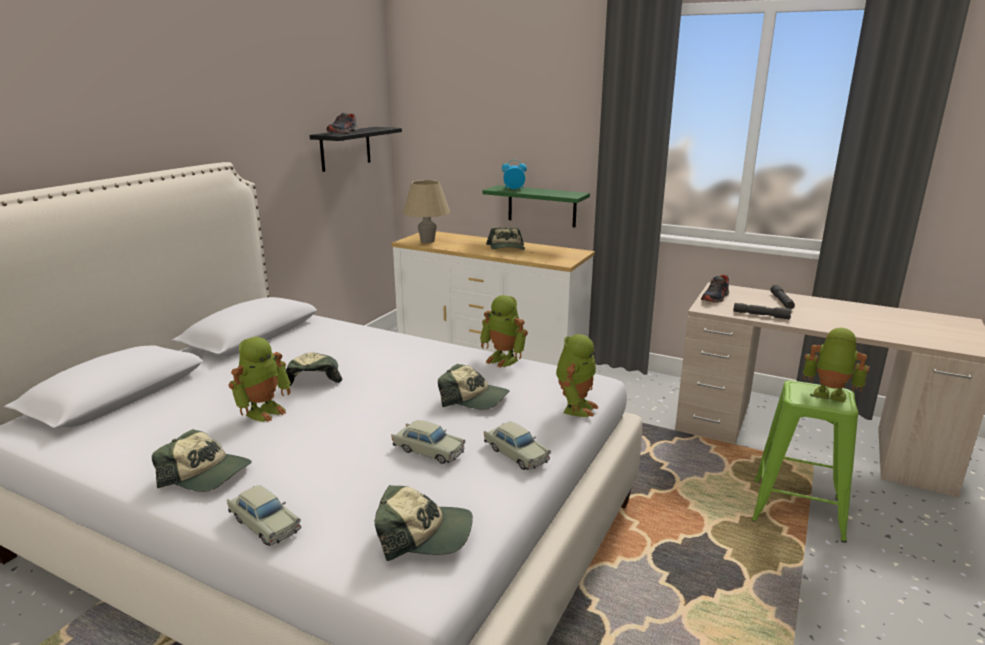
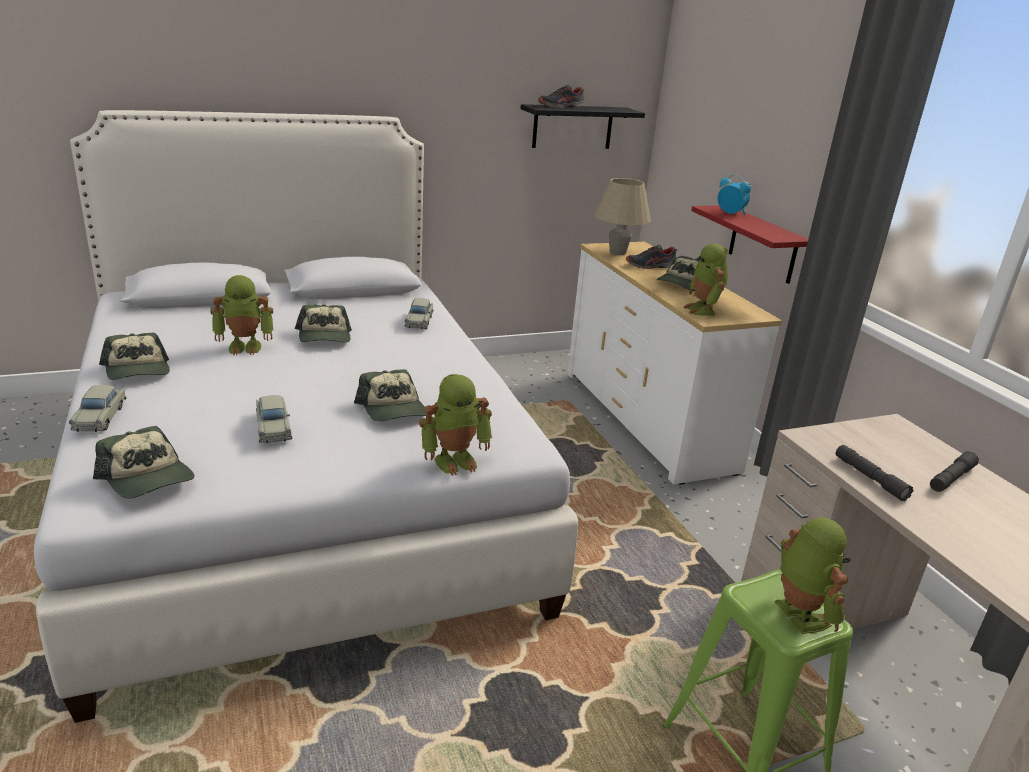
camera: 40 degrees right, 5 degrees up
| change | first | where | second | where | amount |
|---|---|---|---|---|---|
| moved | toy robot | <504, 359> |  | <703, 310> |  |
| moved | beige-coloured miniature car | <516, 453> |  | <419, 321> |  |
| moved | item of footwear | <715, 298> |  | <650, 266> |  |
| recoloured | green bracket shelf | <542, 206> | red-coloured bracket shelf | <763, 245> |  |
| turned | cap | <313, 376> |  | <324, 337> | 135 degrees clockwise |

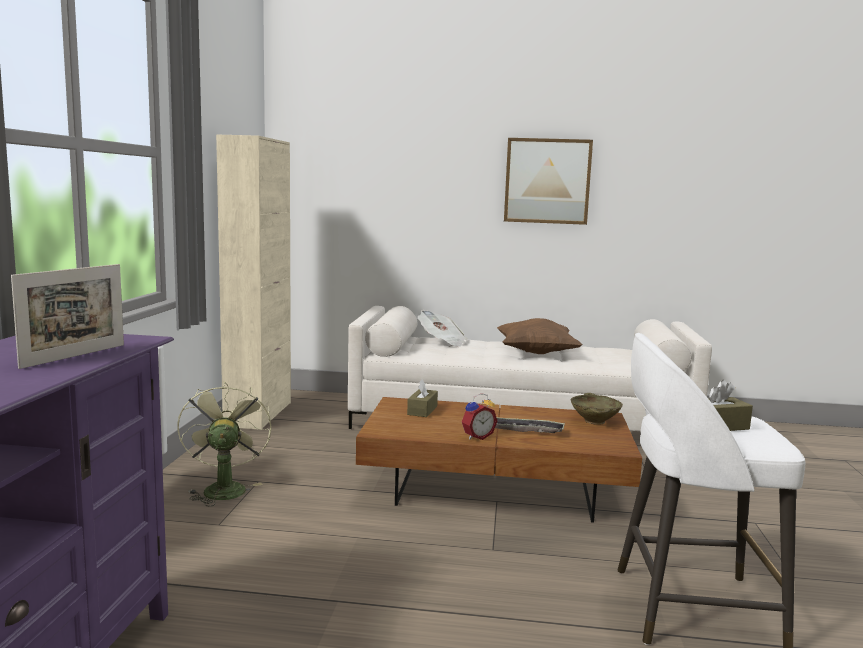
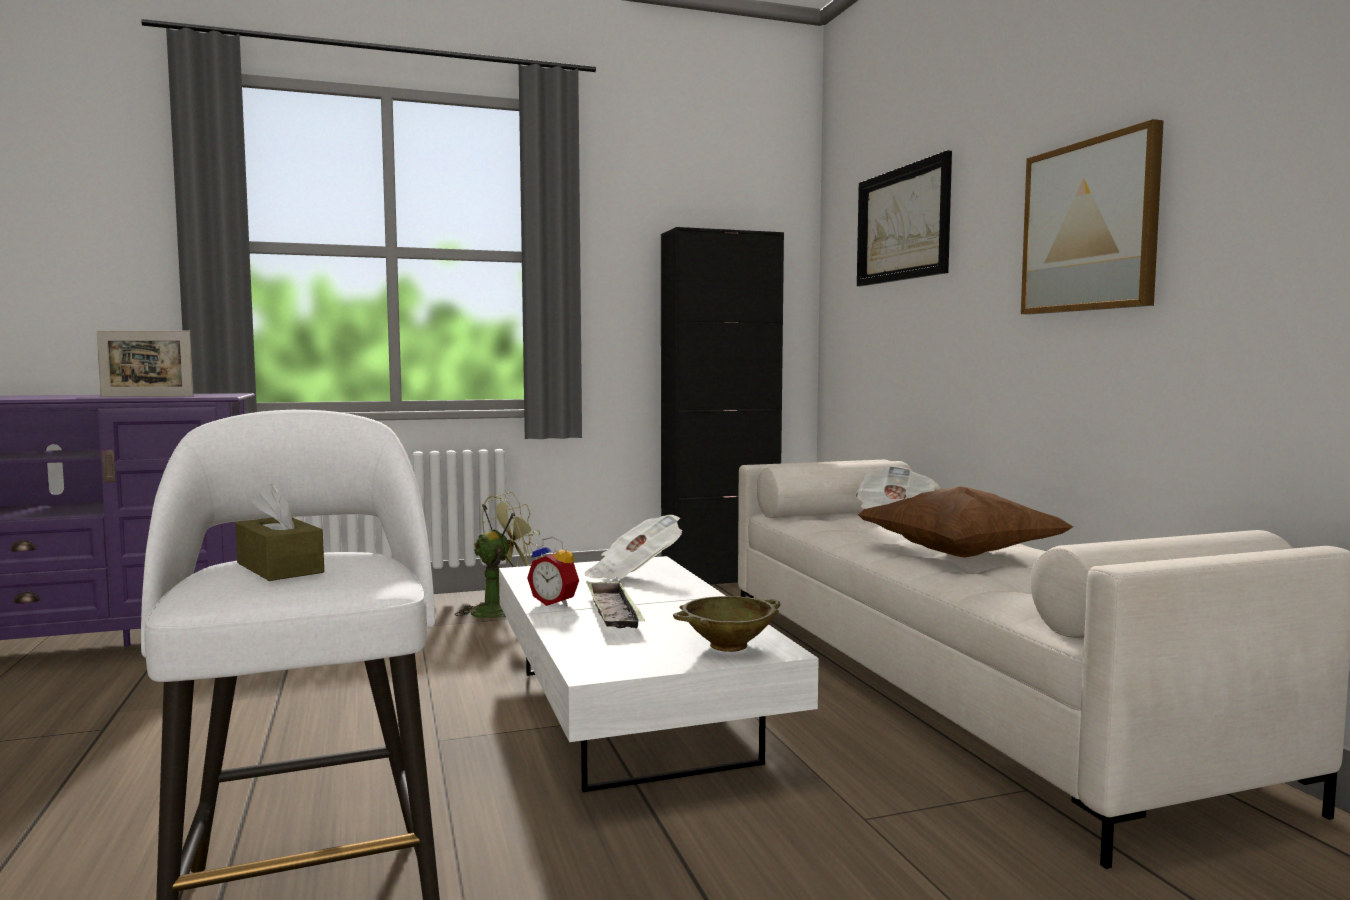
camera: 65 degrees right, 5 degrees down
| change | first | where | second | where | amount |
|---|---|---|---|---|---|
| added |  |  | wall art | <903, 224> |  |
| replaced | brown box of tissues | <422, 410> | printed paper | <633, 573> |  |
| recoloured | beige-coloured storage cabinet | <259, 414> | black-coloured storage cabinet | <720, 579> |  |
| recoloured | brown low table | <495, 491> | whitish low table | <632, 714> |  |

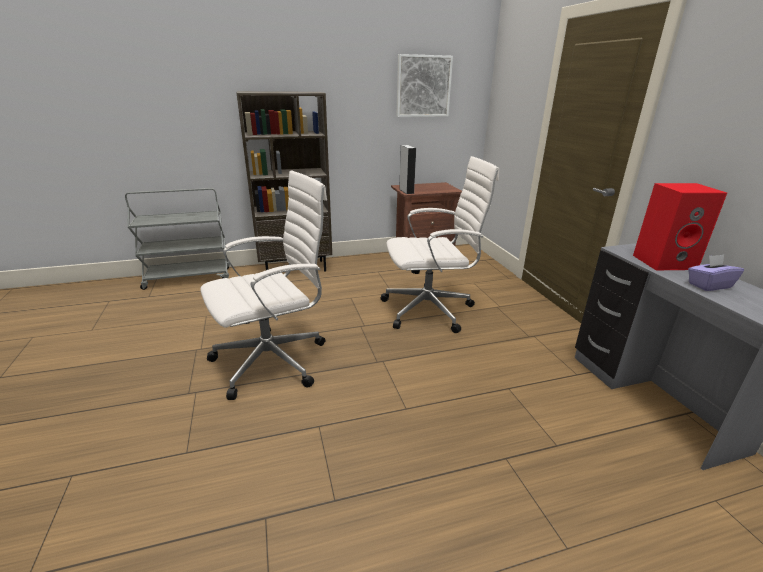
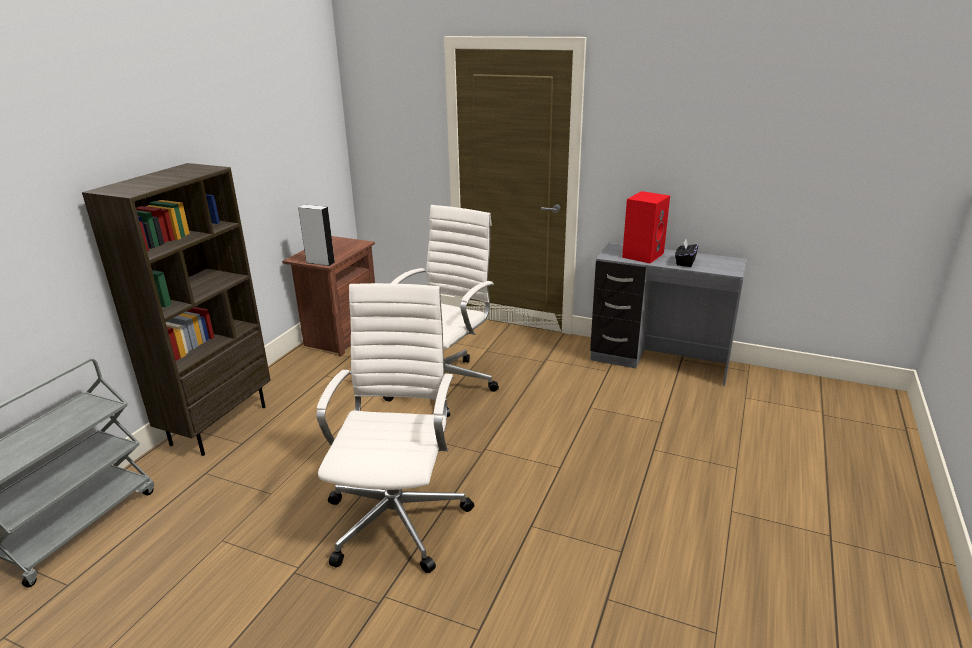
camera: 50 degrees left, 0 degrees up
| change | first | where | second | where | amount |
|---|---|---|---|---|---|
| removed | wall art | <423, 86> |  |  |  |
| recoloured | purplish box of tissues | <708, 285> | black-coloured box of tissues | <685, 262> |  |

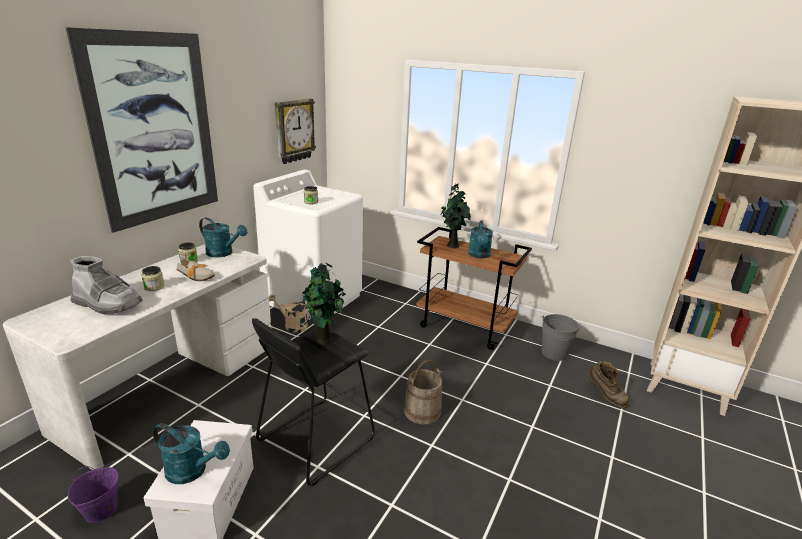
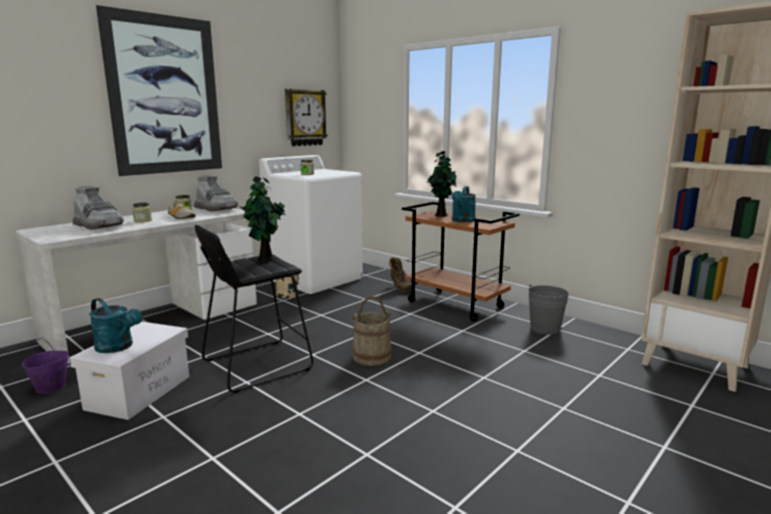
camera: 15 degrees right, 10 degrees down
| change | first | where | second | where | amount |
|---|---|---|---|---|---|
| moved | brown boot | <605, 396> |  | <399, 288> |  |
| replaced | turquoise watering pot | <223, 253> | grey boot | <216, 209> |  |

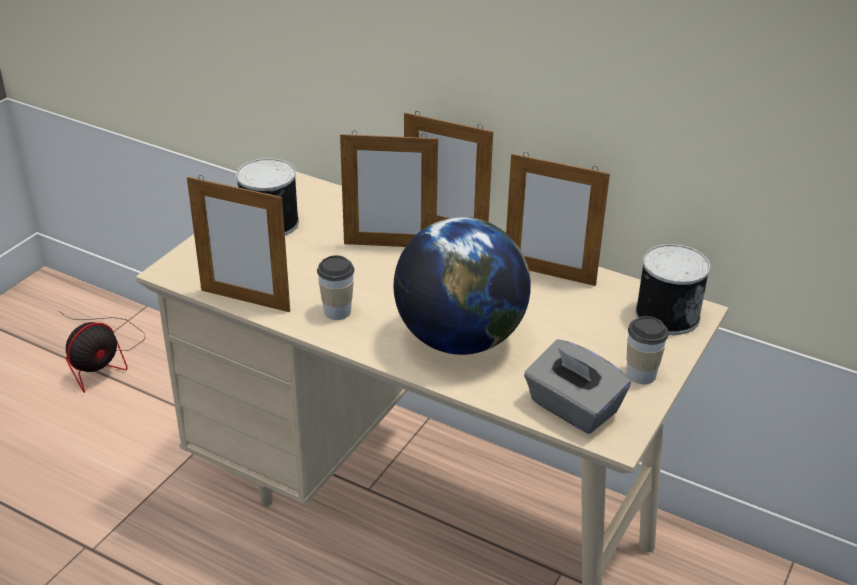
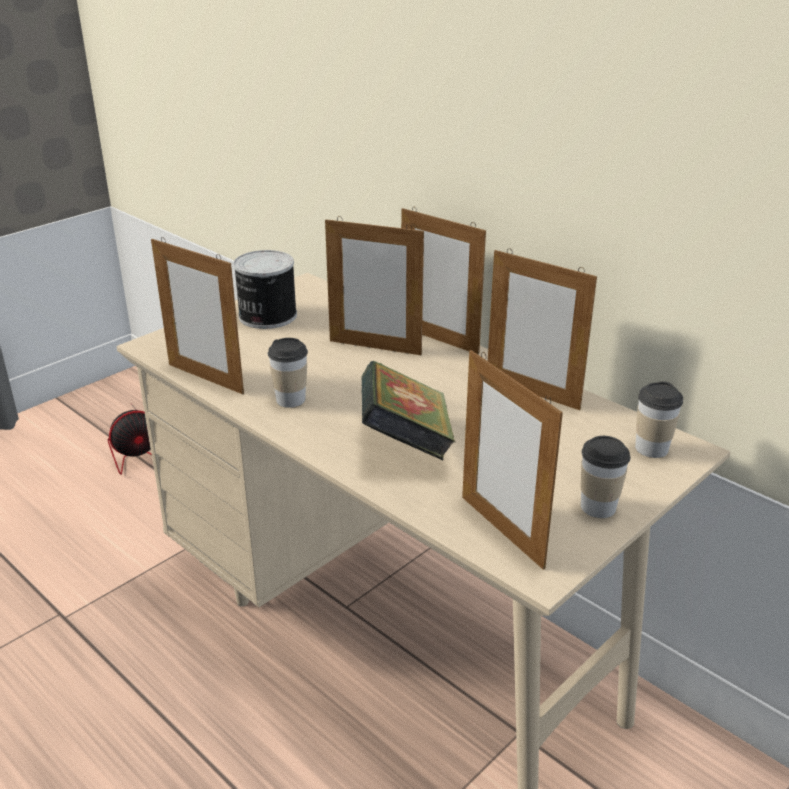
camera: 15 degrees right, 5 degrees down
| change | first | where | second | where | amount |
|---|---|---|---|---|---|
| replaced | desk globe | <460, 339> | bound book | <405, 443> |  |
| replaced | grey box of tissues | <572, 408> | picture frame | <501, 531> |  |
| replaced | metal can | <666, 314> | small cup | <651, 448> |  |

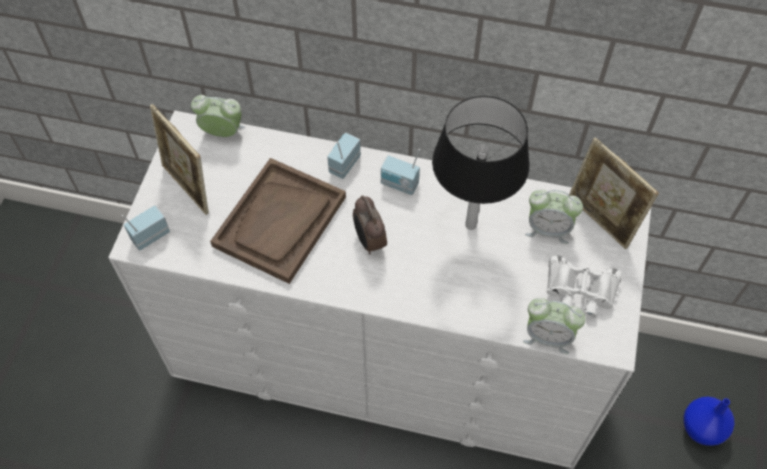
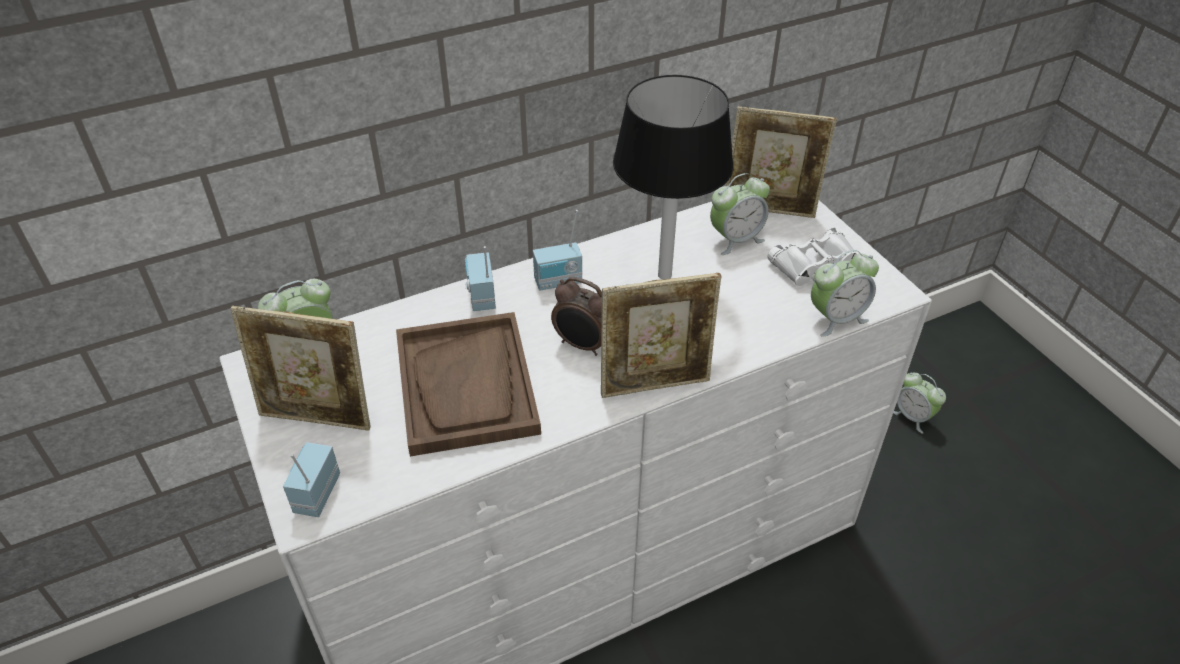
camera: 40 degrees left, 15 degrees down
| change | first | where | second | where | amount |
|---|---|---|---|---|---|
| added |  |  | picture frame | <655, 384> |  |
| replaced | bluish decorative vase | <702, 429> | alarm clock | <913, 417> |  |

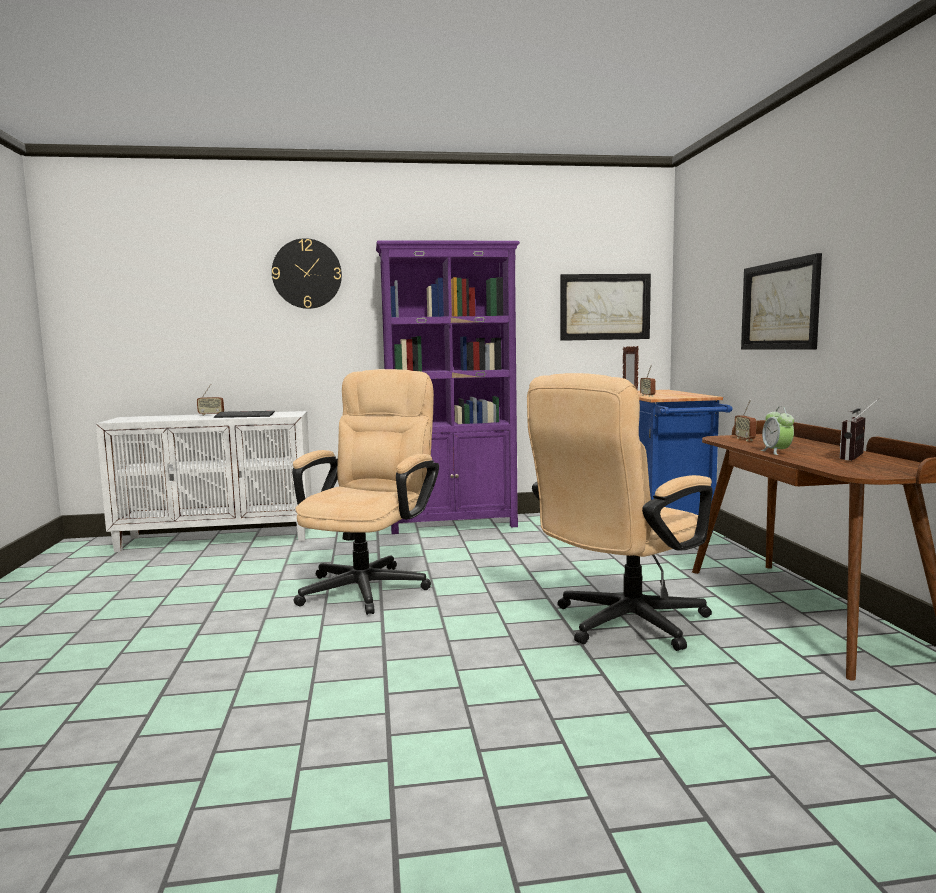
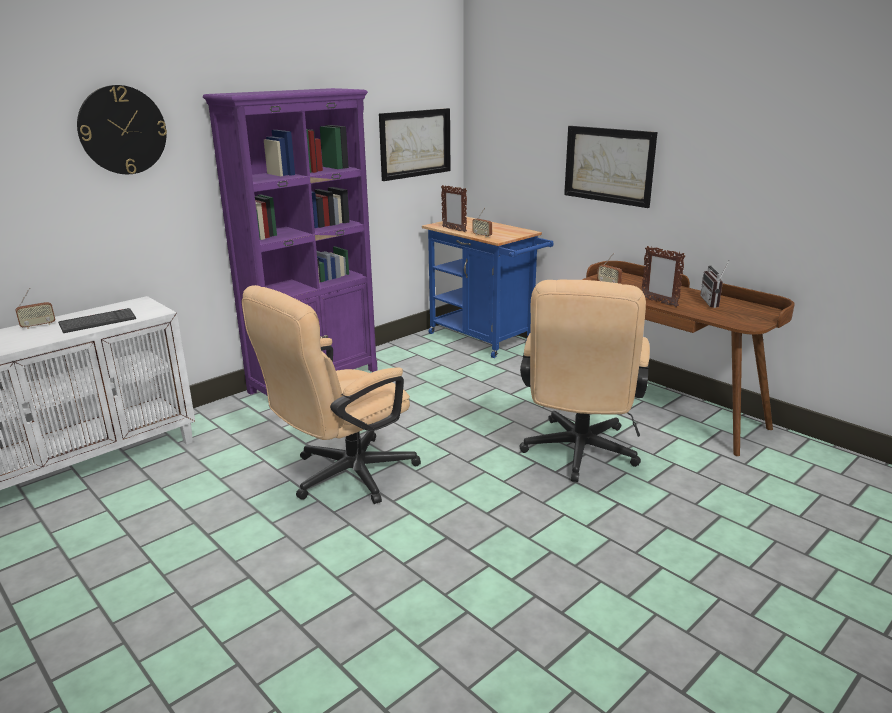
camera: 35 degrees left, 15 degrees up
| change | first | where | second | where | amount |
|---|---|---|---|---|---|
| replaced | alarm clock | <776, 452> | picture frame | <659, 302> |  |
| turned | beige-coloured office chair | <370, 585> |  | <343, 477> | 120 degrees counterclockwise |

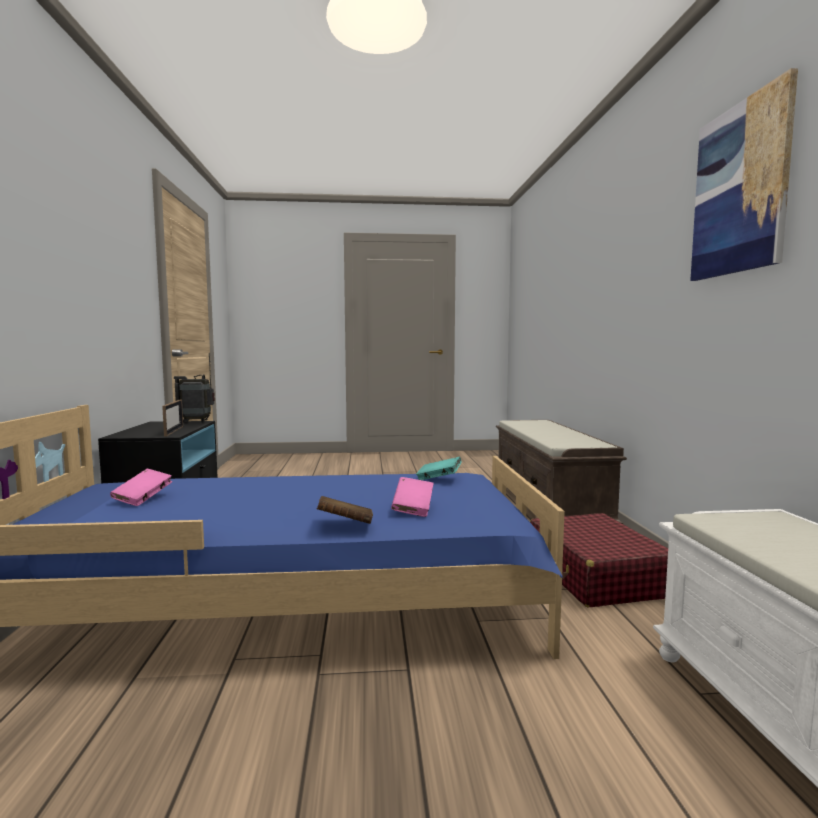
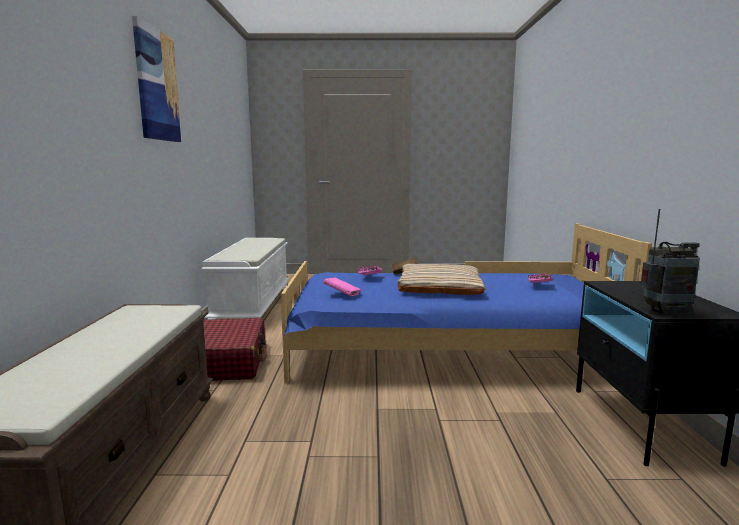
camera: 175 degrees left, 5 degrees up
| change | first | where | second | where | amount |
|---|---|---|---|---|---|
| removed | picture frame | <174, 431> |  |  |  |
| added |  |  | beige-coloured cushion | <440, 287> |  |
| recoloured | turquoise bound book | <439, 479> | pinkish bound book | <342, 295> |  |

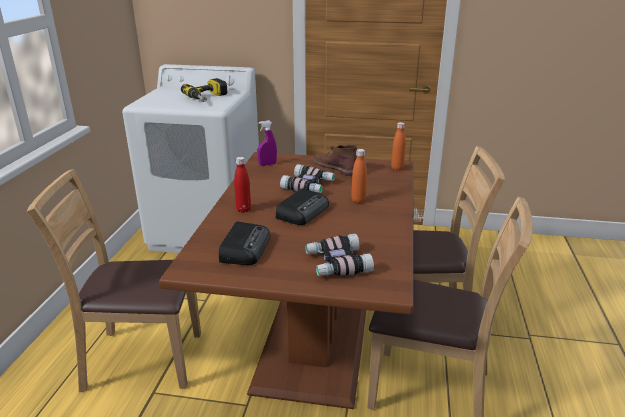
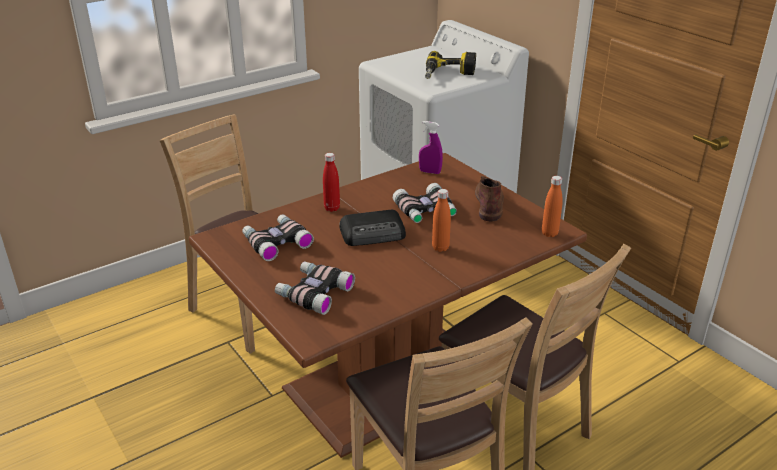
camera: 45 degrees right, 5 degrees up
| change | first | where | second | where | amount |
|---|---|---|---|---|---|
| replaced | radio set | <245, 248> | pair of binoculars | <276, 242> |  |

